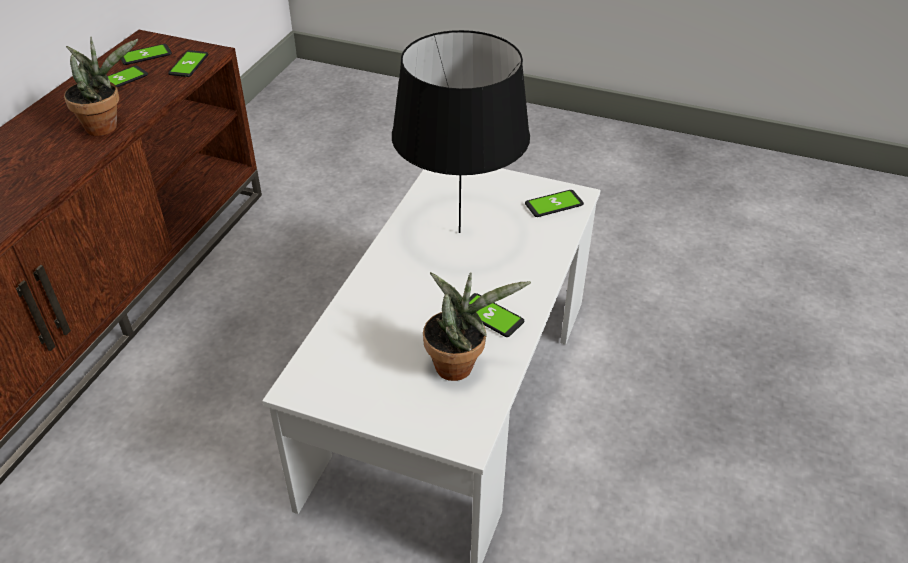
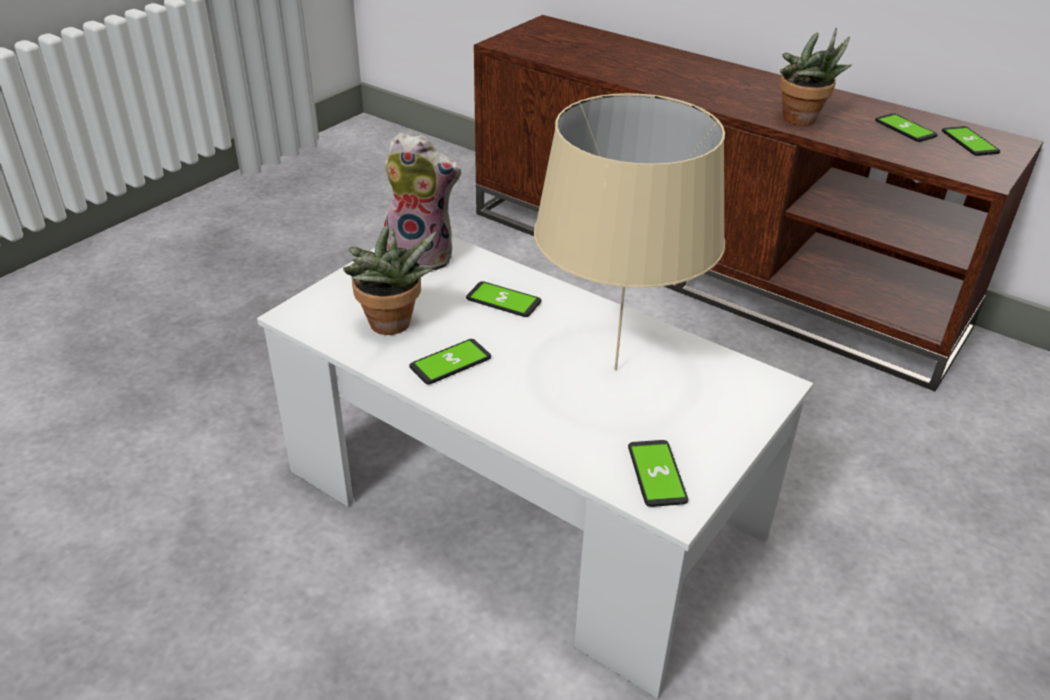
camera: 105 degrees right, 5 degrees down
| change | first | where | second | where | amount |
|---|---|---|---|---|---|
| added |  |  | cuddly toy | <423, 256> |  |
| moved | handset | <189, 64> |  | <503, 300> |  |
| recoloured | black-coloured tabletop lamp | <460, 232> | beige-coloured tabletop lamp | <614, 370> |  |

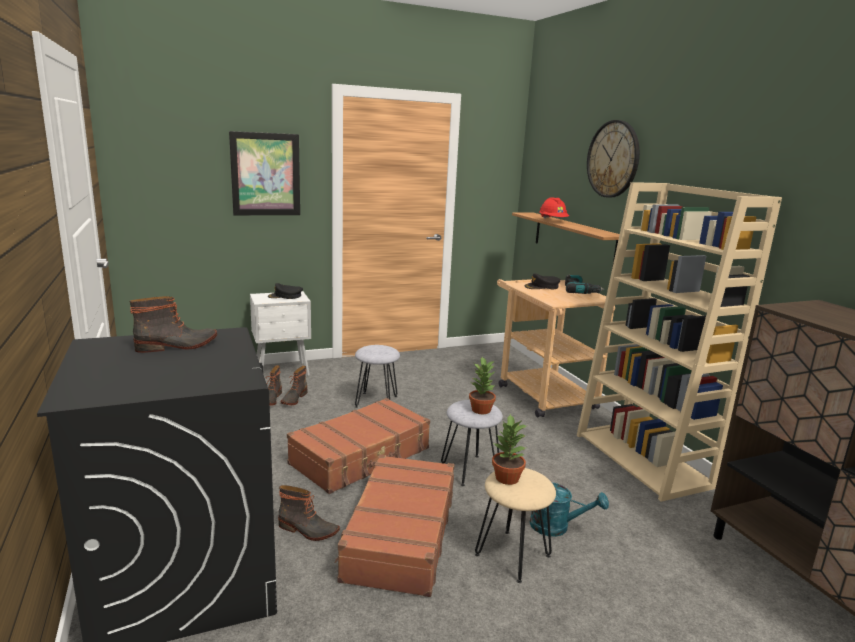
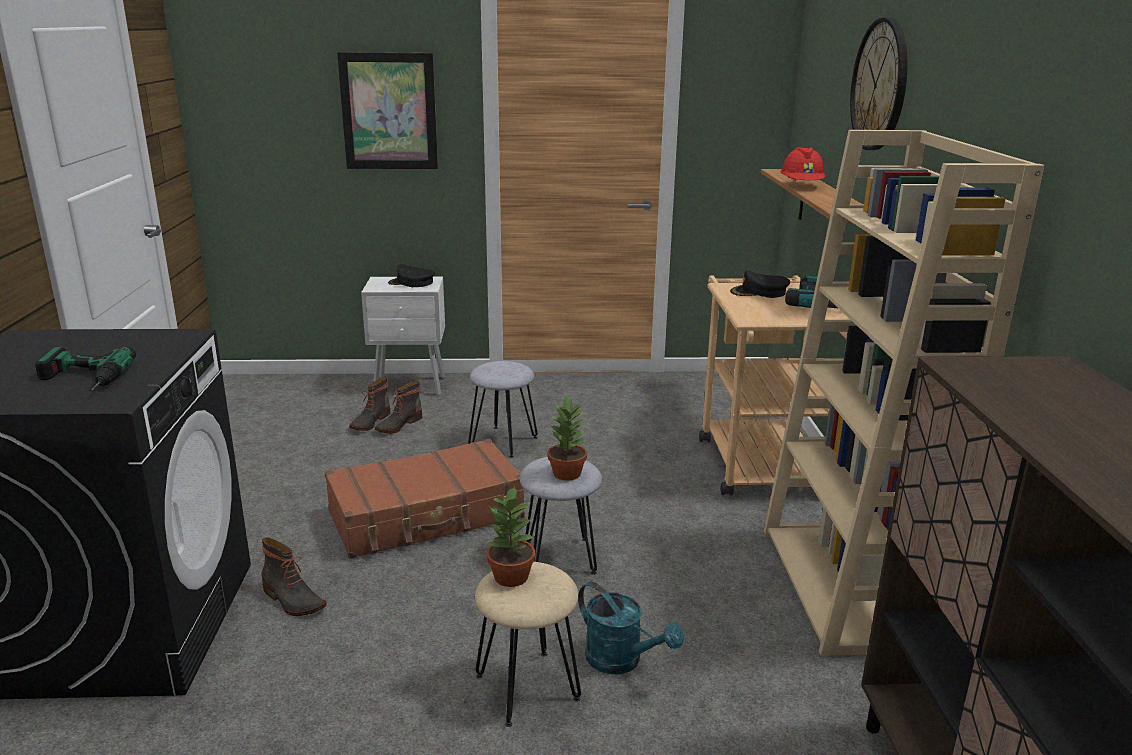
camera: 20 degrees right, 5 degrees up
| change | first | where | second | where | amount |
|---|---|---|---|---|---|
| removed | boot | <177, 346> |  |  |  |
| removed | brown suitcase | <399, 535> |  |  |  |
| added |  |  | power drill | <80, 380> |  |

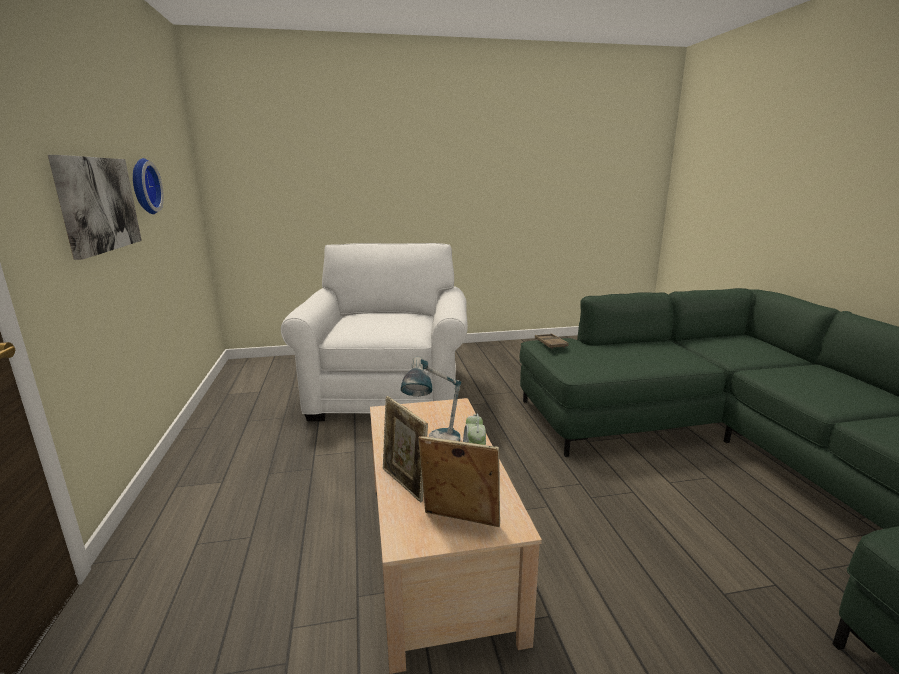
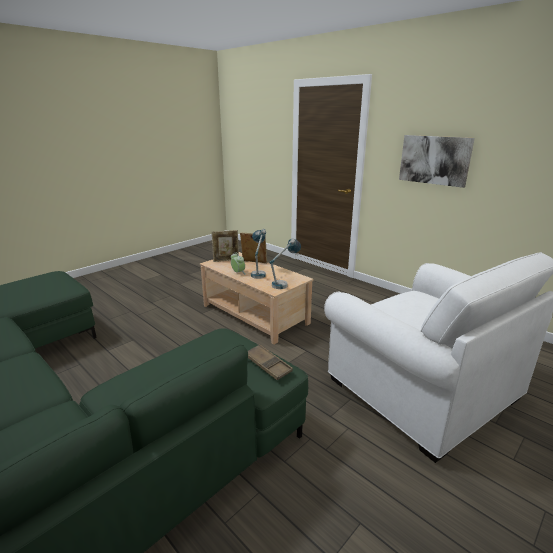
camera: 145 degrees right, 5 degrees up
| change | first | where | second | where | amount |
|---|---|---|---|---|---|
| removed | hanging clock | <142, 186> |  |  |  |
| added |  |  | tabletop lamp | <284, 283> |  |

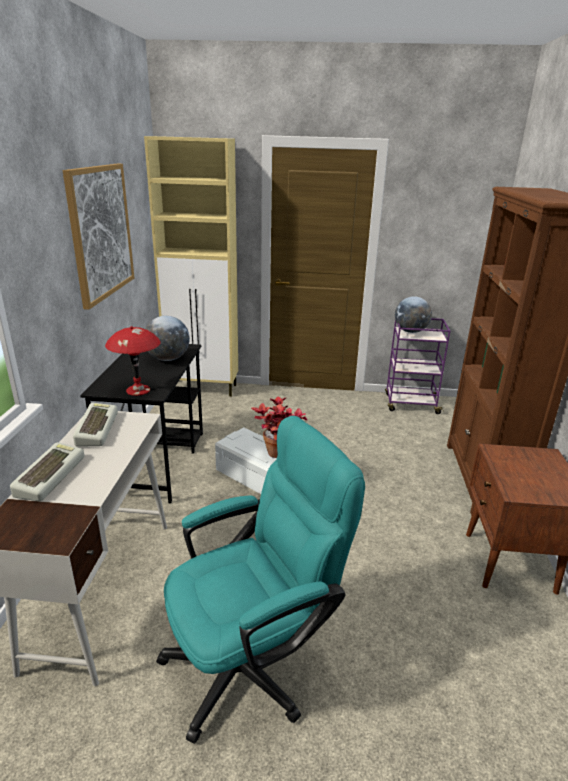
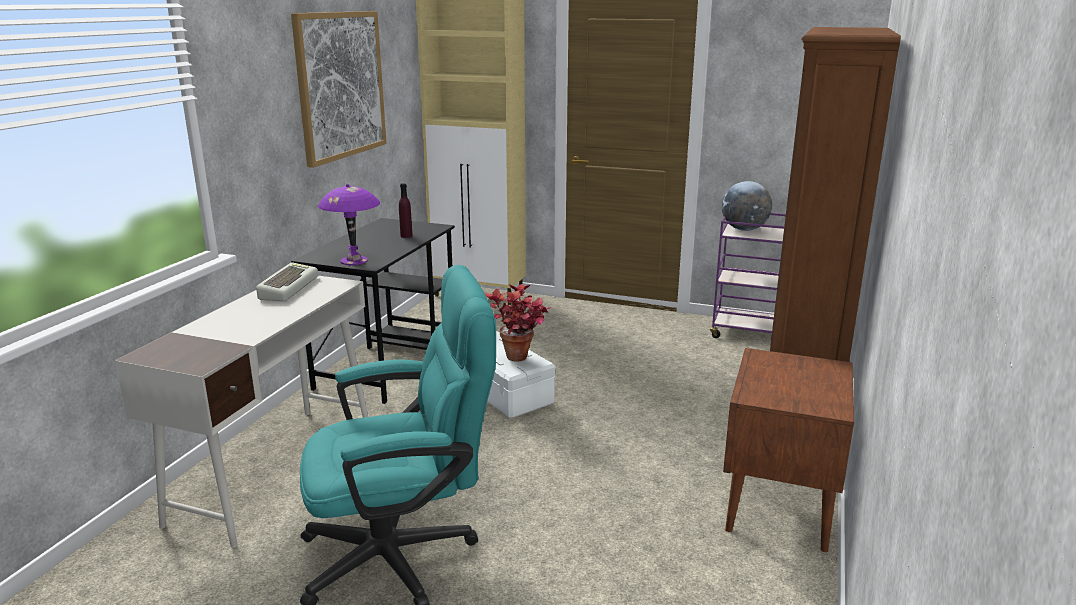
camera: 15 degrees right, 5 degrees down
| change | first | where | second | where | amount |
|---|---|---|---|---|---|
| removed | computer keyboard | <49, 475> |  |  |  |
| replaced | desk globe | <168, 359> | purplish drink bottle | <406, 236> |  |
| recoloured | red-coloured tabletop lamp | <138, 390> | purplish tabletop lamp | <354, 261> |  |

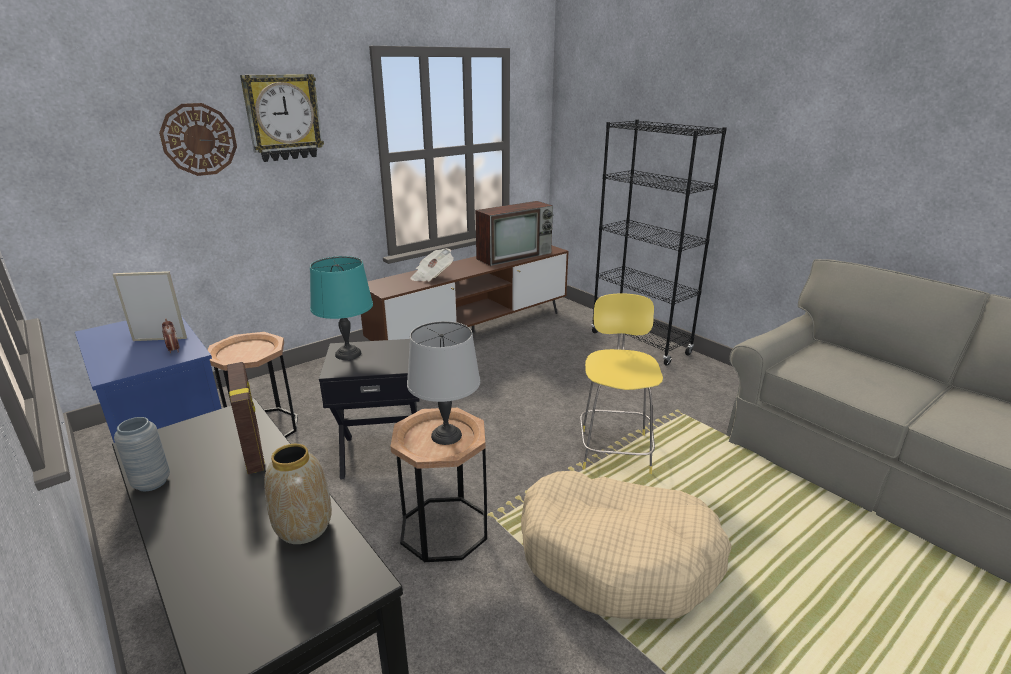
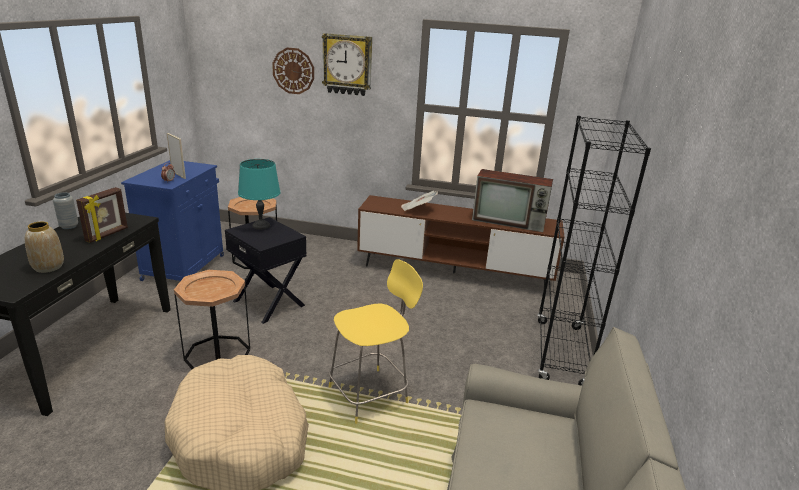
camera: 50 degrees right, 0 degrees up
| change | first | where | second | where | amount |
|---|---|---|---|---|---|
| removed | grey tabletop lamp | <446, 435> |  |  |  |

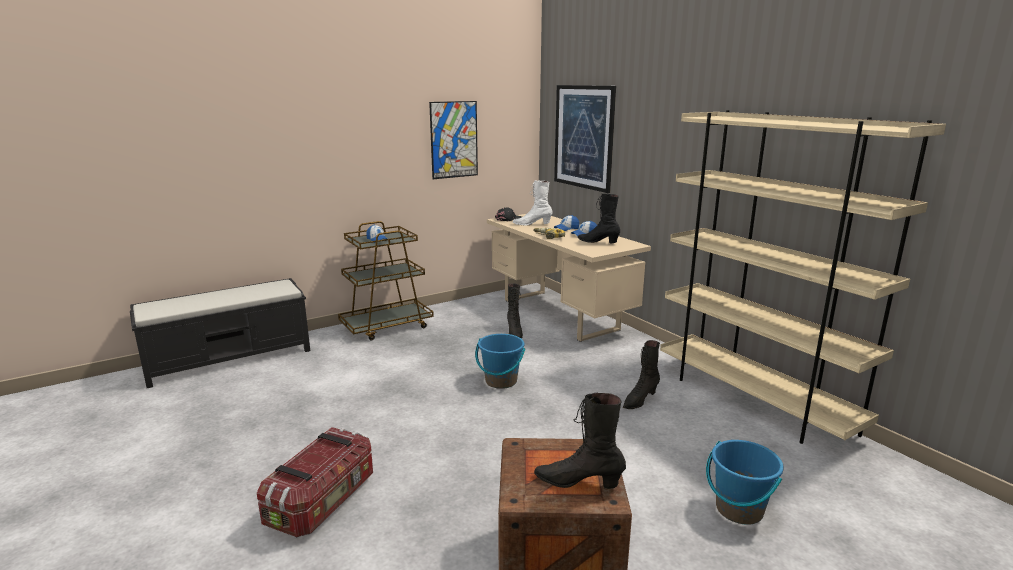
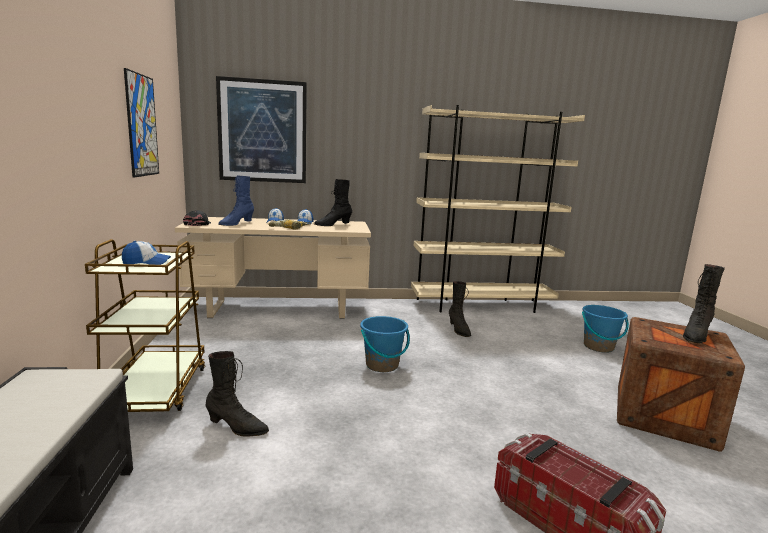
camera: 65 degrees left, 5 degrees down
| change | first | where | second | where | amount |
|---|---|---|---|---|---|
| moved | black-coloured boot | <514, 332> |  | <237, 427> |  |
| recoloured | whitish boot | <532, 224> | bluish boot | <236, 224> |  |

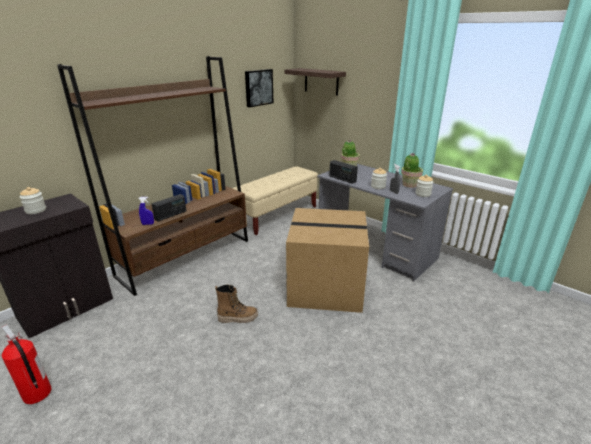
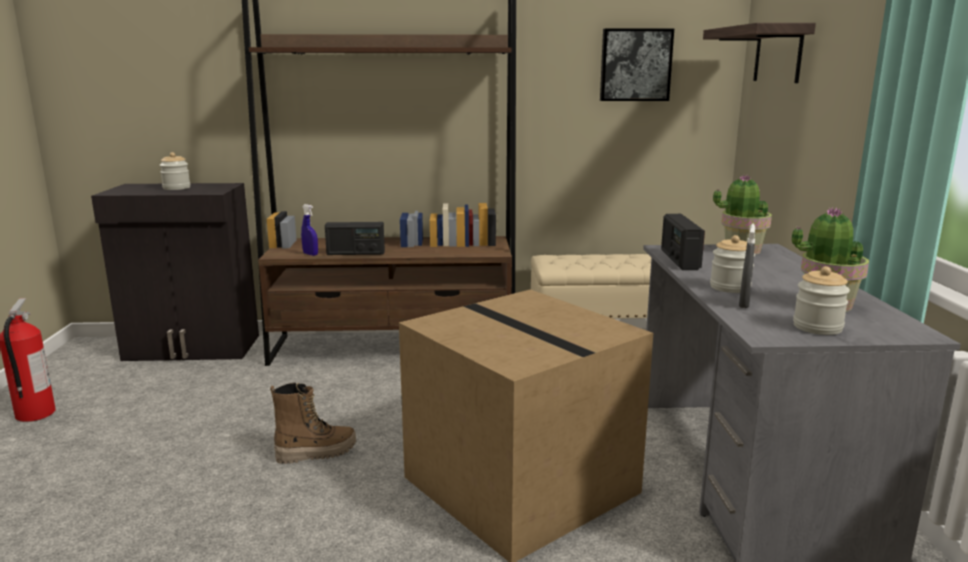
camera: 45 degrees right, 10 degrees down
| change | first | where | second | where | amount |
|---|---|---|---|---|---|
| turned | boot | <238, 318> |  | <316, 453> | 60 degrees counterclockwise |

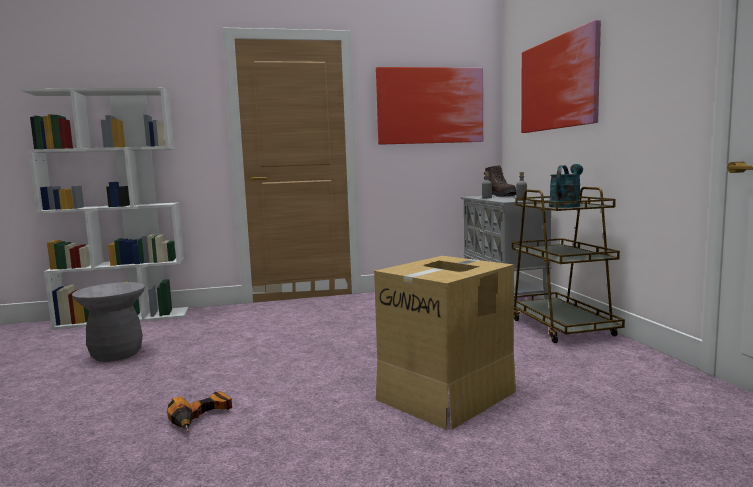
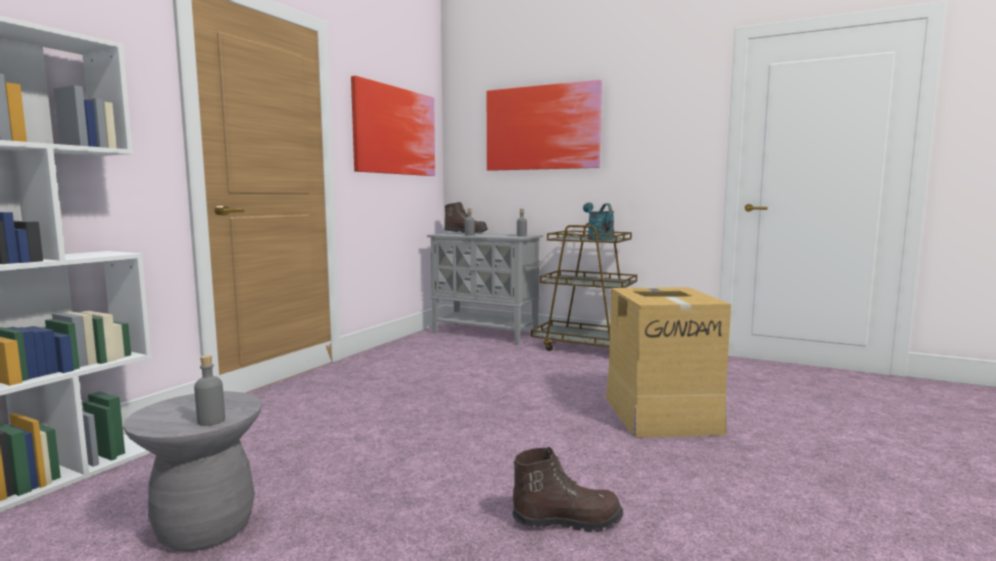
camera: 50 degrees left, 0 degrees up
| change | first | where | second | where | amount |
|---|---|---|---|---|---|
| added |  |  | grey drink bottle | <211, 421> |  |
| replaced | power drill | <202, 419> | brown boot | <566, 520> |  |

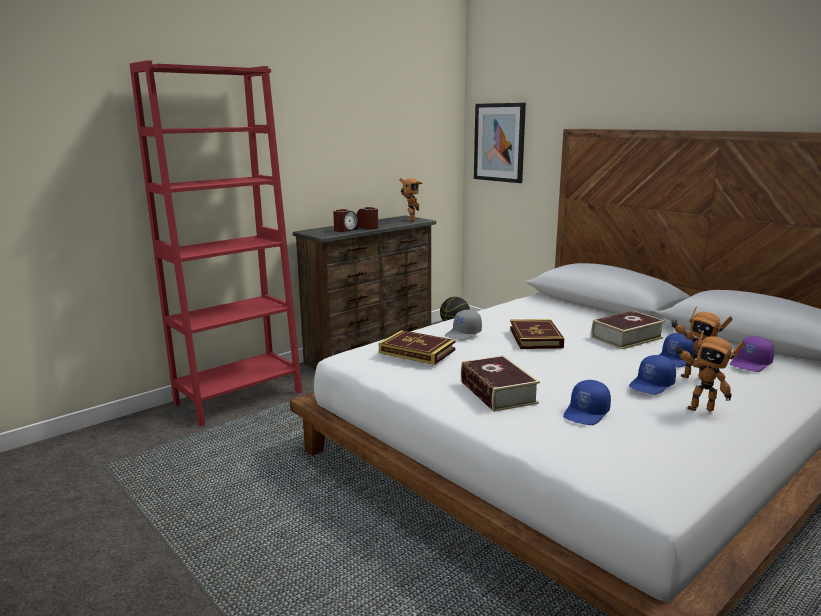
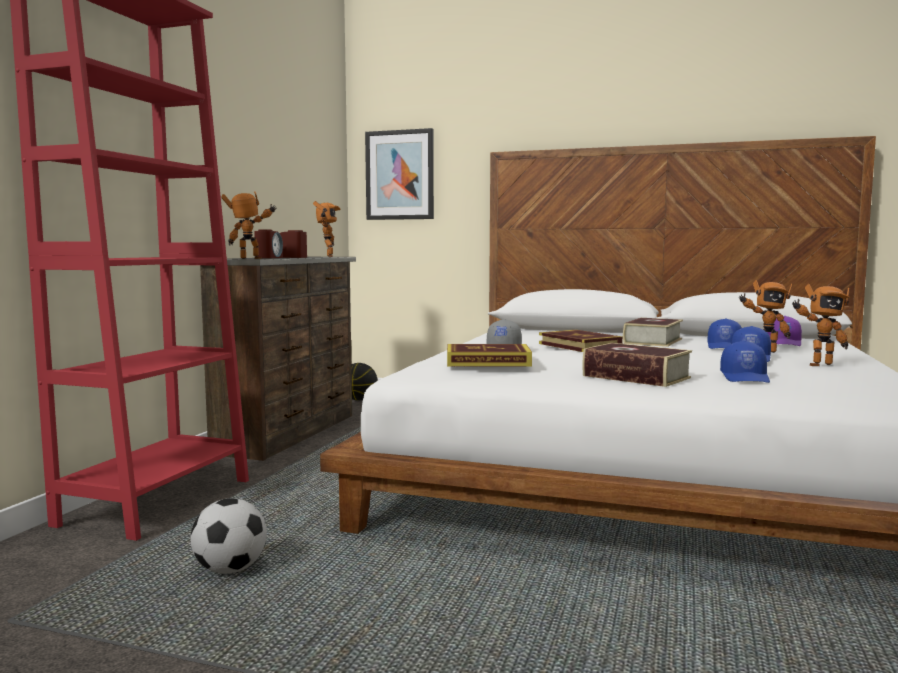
camera: 30 degrees left, 10 degrees down
| change | first | where | second | where | amount |
|---|---|---|---|---|---|
| added |  |  | football | <230, 570> |  |
| added |  |  | toy robot | <251, 258> |  |

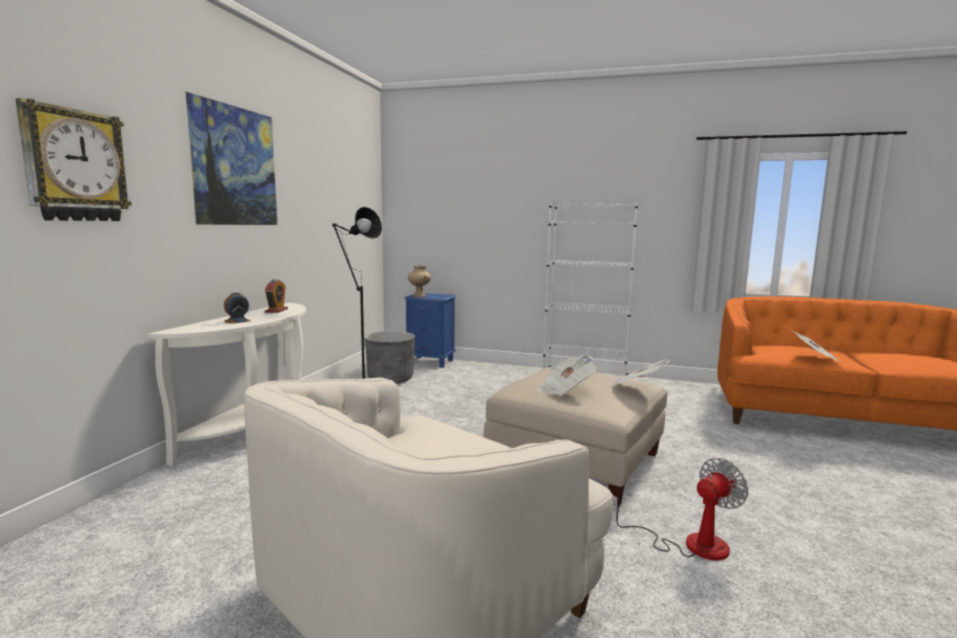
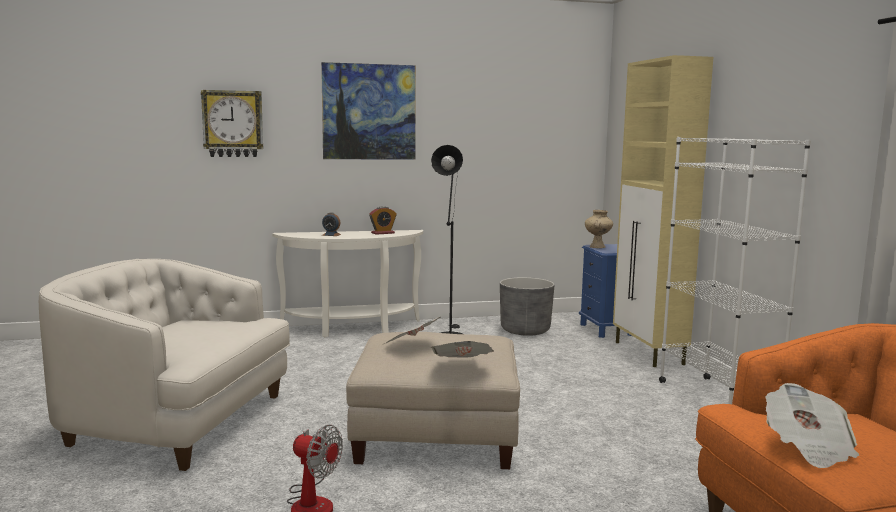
camera: 60 degrees right, 0 degrees up
| change | first | where | second | where | amount |
|---|---|---|---|---|---|
| added |  |  | beige-coloured storage cabinet | <649, 353> |  |

